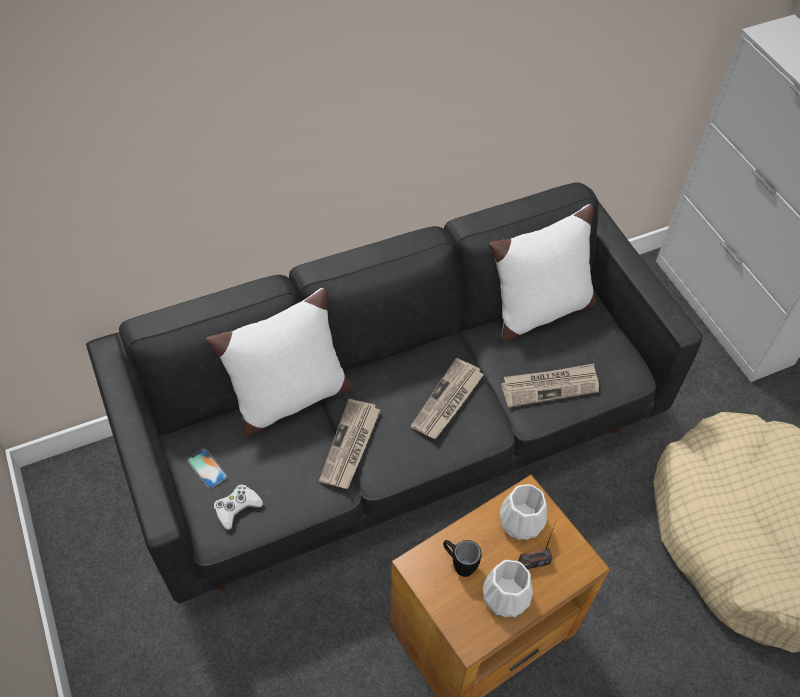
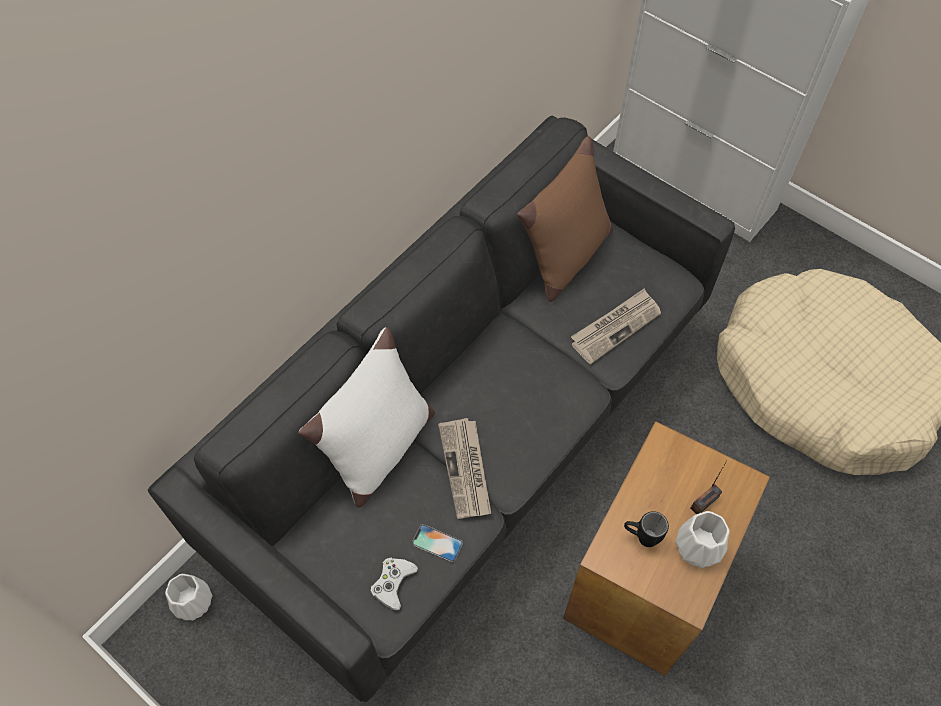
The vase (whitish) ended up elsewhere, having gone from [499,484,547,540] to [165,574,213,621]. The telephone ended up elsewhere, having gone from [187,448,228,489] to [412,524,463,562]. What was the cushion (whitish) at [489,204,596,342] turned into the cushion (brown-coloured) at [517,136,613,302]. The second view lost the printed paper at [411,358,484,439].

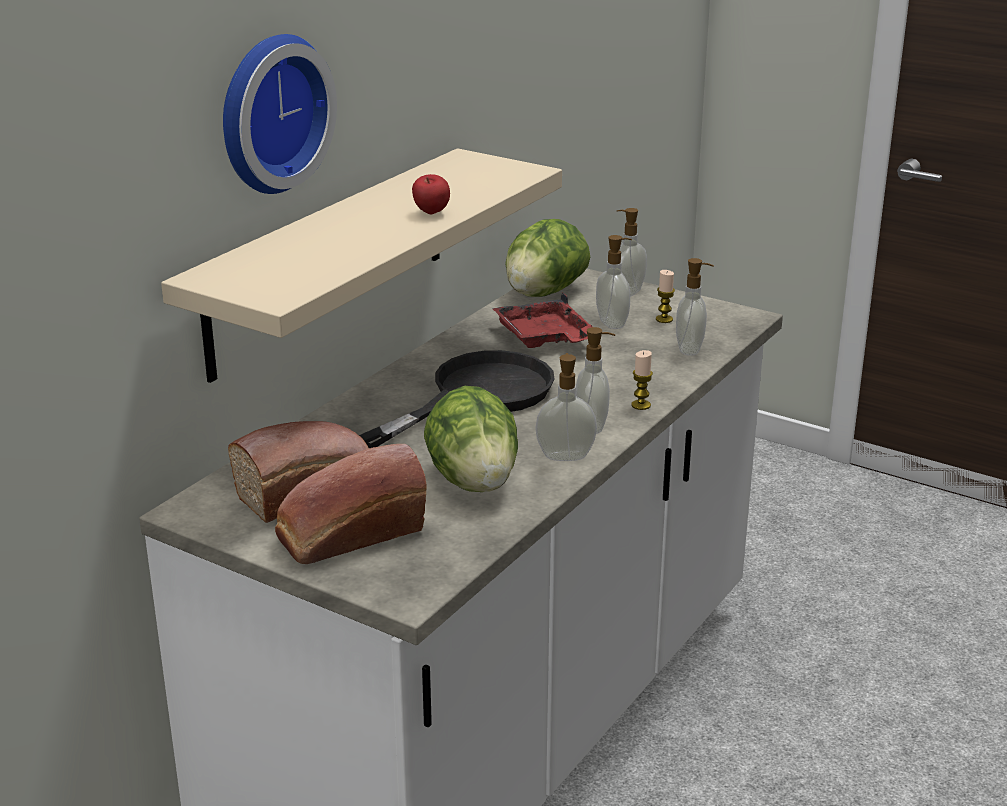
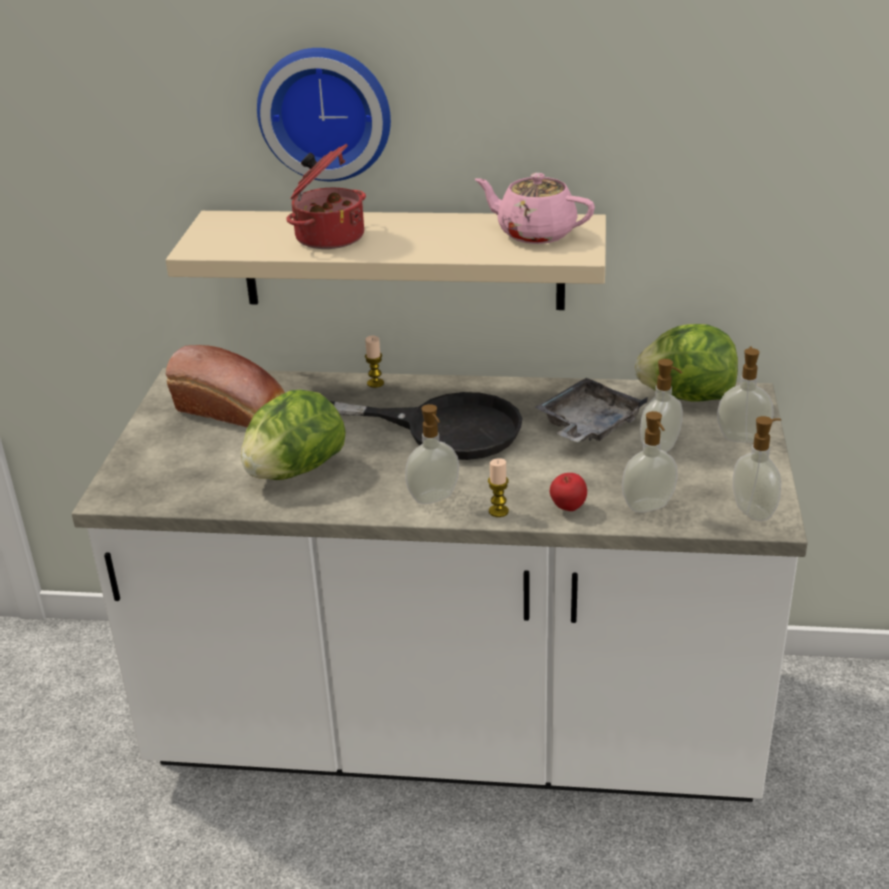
The second view gained the saucepot at [286,144,366,249]. The wax light ended up elsewhere, having gone from [656,270,675,323] to [365,335,384,388]. The second view gained the pot for tea (pink-coloured) at [475,173,595,244]. What was the tray (red) at [492,292,593,348] turned into the tray (grey) at [535,378,648,442]. The apple fruit ended up elsewhere, having gone from [412,174,450,215] to [550,473,587,511]. The liquid soap bottle ended up elsewhere, having gone from [535,353,597,461] to [733,416,781,521]. The second view lost the baked bread at [275,444,427,564].

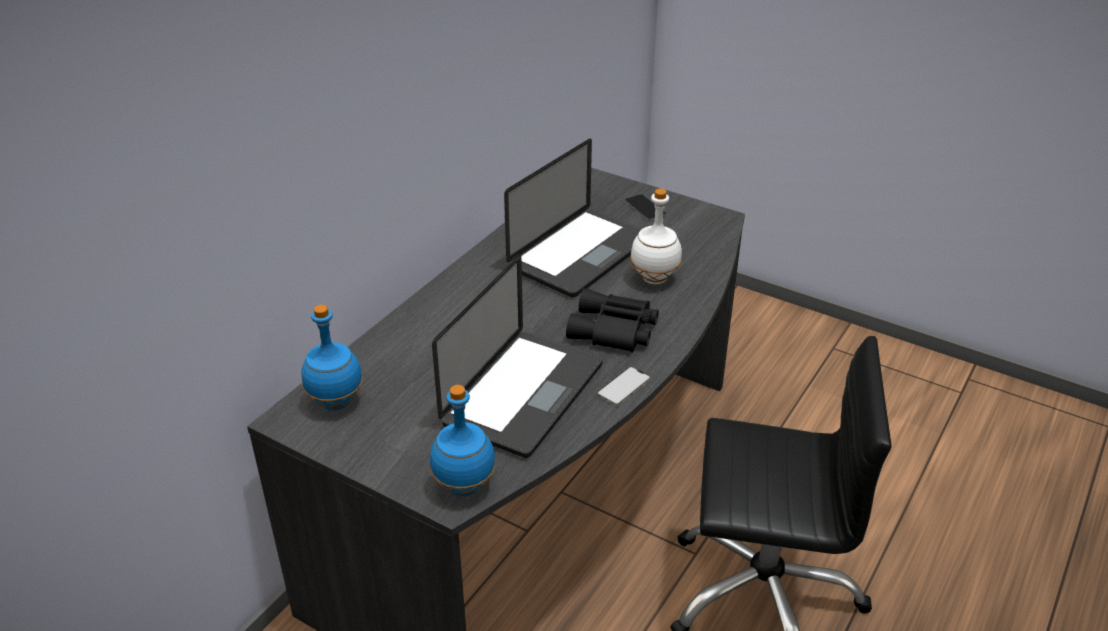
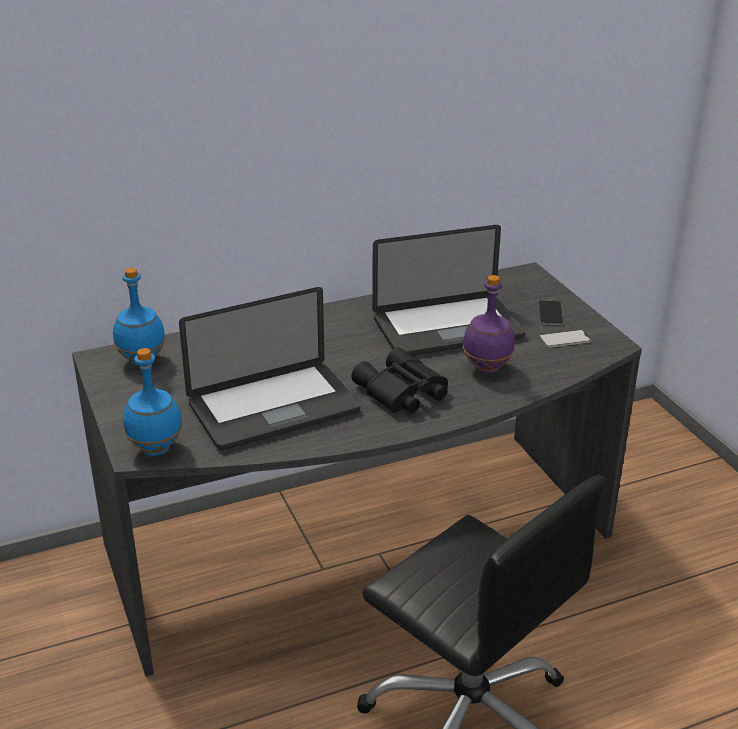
What was the beverage bottle (whitish) at [630,189,682,284] turned into the beverage bottle (purple-coloured) at [462,275,515,374]. The telephone ended up elsewhere, having gone from [596,366,652,406] to [538,329,592,348].

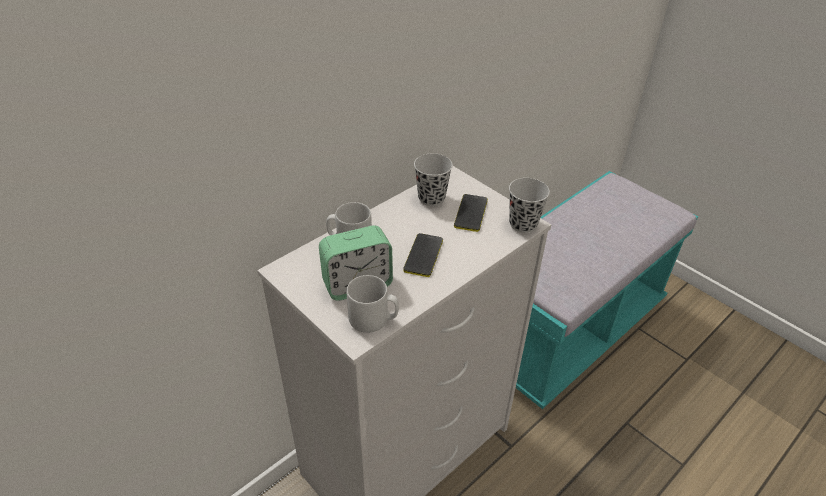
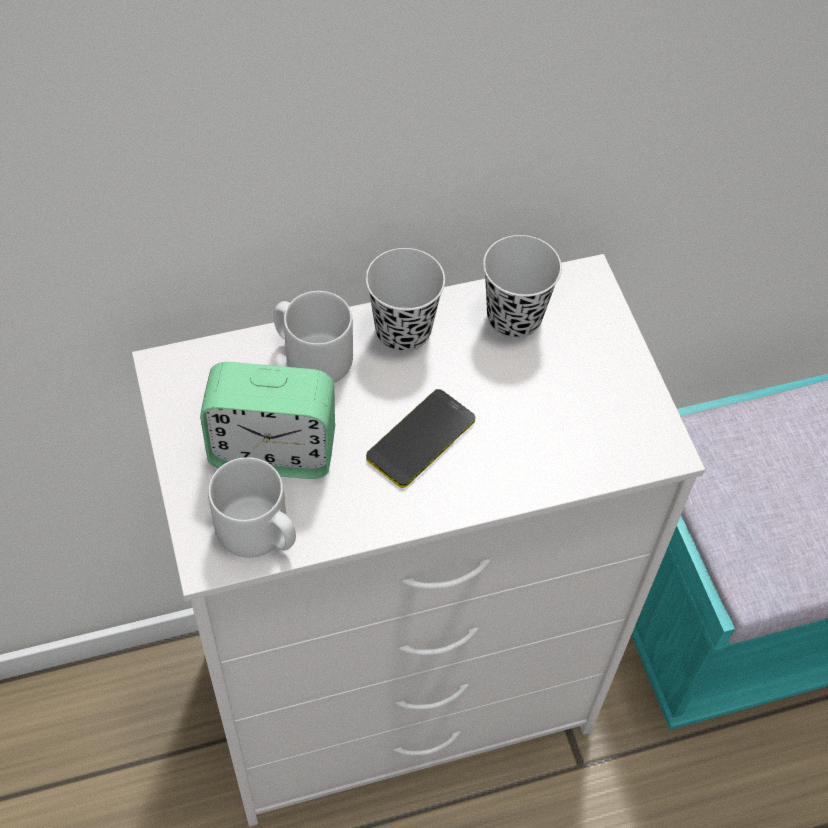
The drinking cup (blackish) ended up elsewhere, having gone from [509,178,550,233] to [366,248,445,352]. The second view lost the telephone at [454,194,488,232].

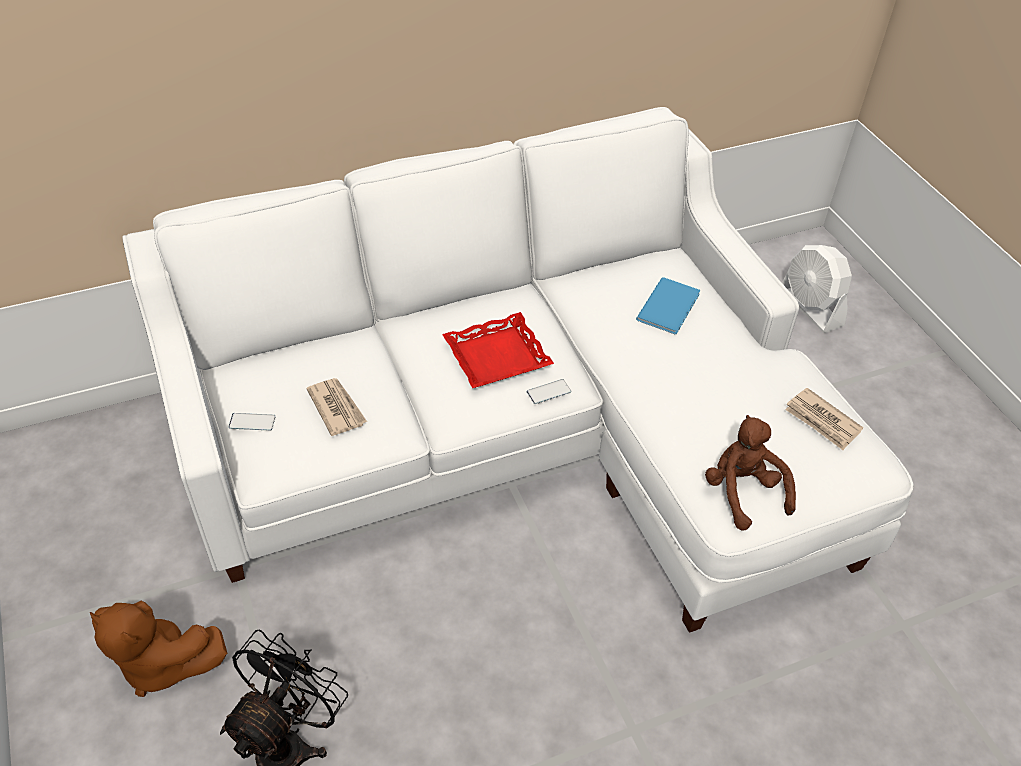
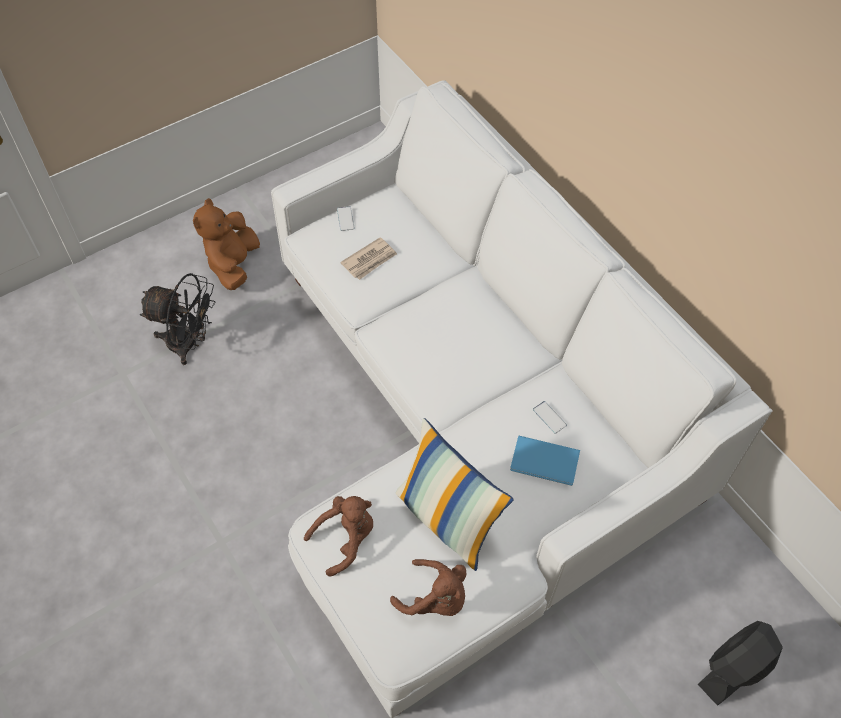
Where the printed paper stood at [785,388,863,450], the soft toy (brown-coloured) came to stand at [390,559,467,616]. The second view gained the cushion at [395,418,513,571]. The telephone ended up elsewhere, having gone from [527,379,571,404] to [533,401,567,434]. What was the fan (whitish) at [782,245,852,333] turned into the fan (blackish) at [698,621,783,706]. The second view lost the tray (red) at [442,312,554,388].

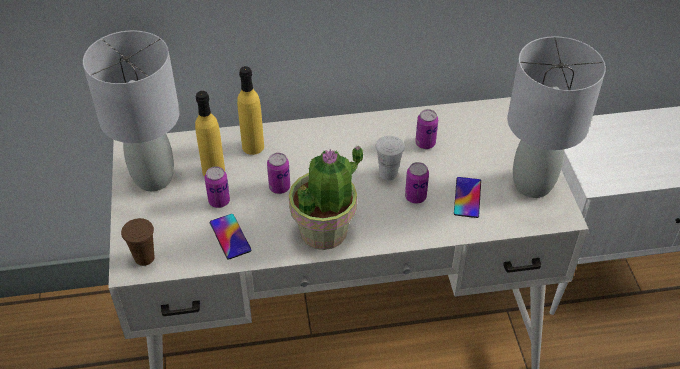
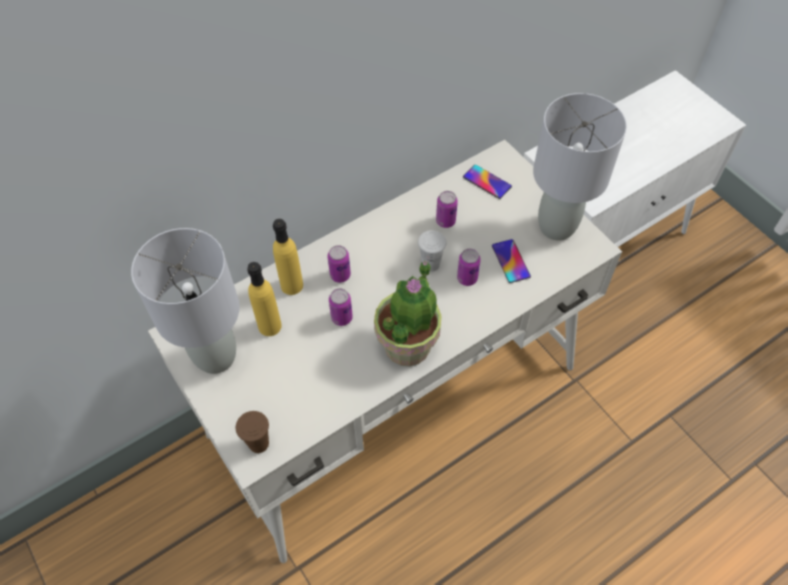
The sealed can ended up elsewhere, having gone from [205,166,230,208] to [328,245,351,283]. The telephone ended up elsewhere, having gone from [210,214,252,260] to [463,165,512,199].

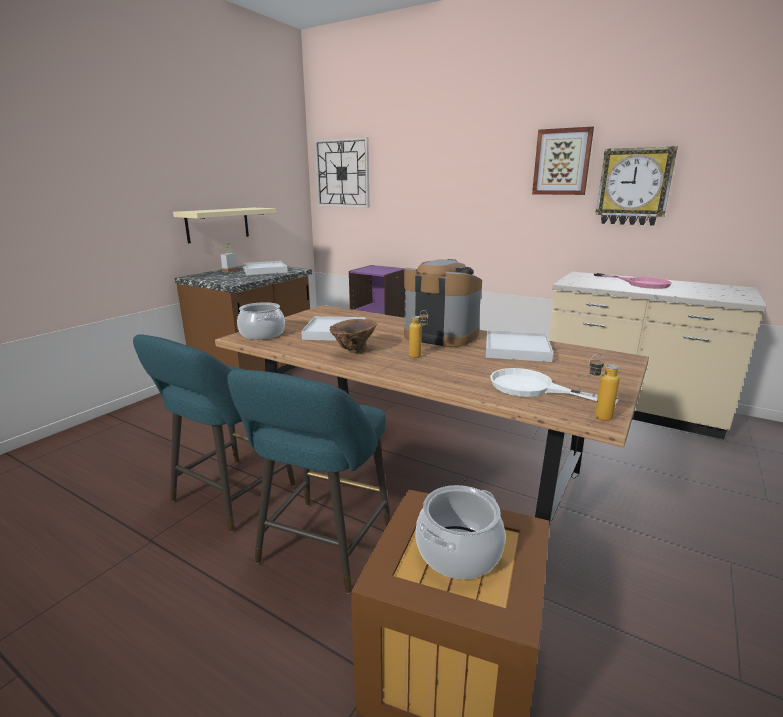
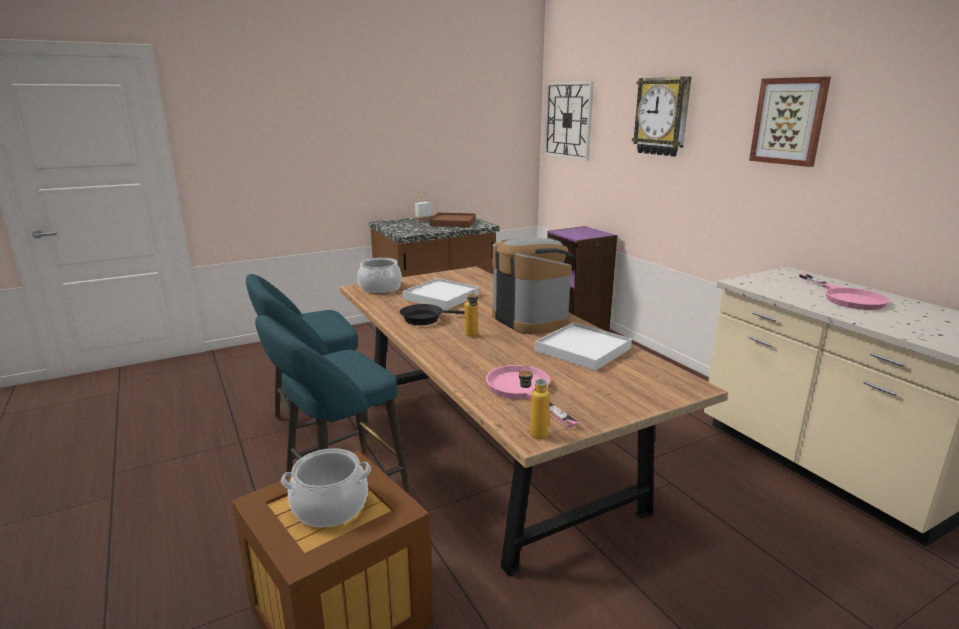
Where the vase (brown-coloured) stood at [329,319,377,353], the skillet (blackish) came to stand at [400,304,464,325]. What was the tray (whitish) at [242,261,288,275] turned into the tray (brown-coloured) at [429,213,476,227]. What was the skillet (whitish) at [490,368,618,405] turned into the skillet (pink-coloured) at [486,365,578,428]. The hanging clock ended up elsewhere, having gone from [596,146,678,226] to [632,77,691,157]. The second view lost the wall shelf (beige-coloured) at [173,208,276,244].

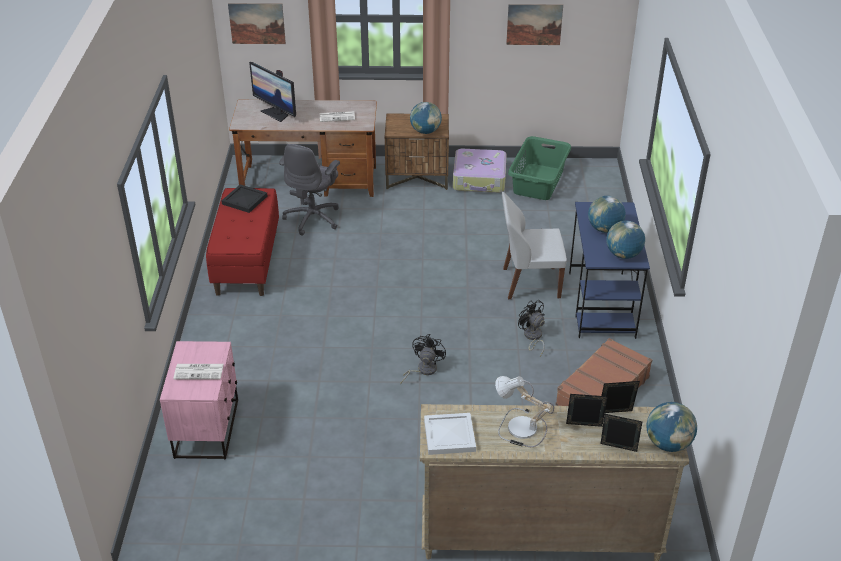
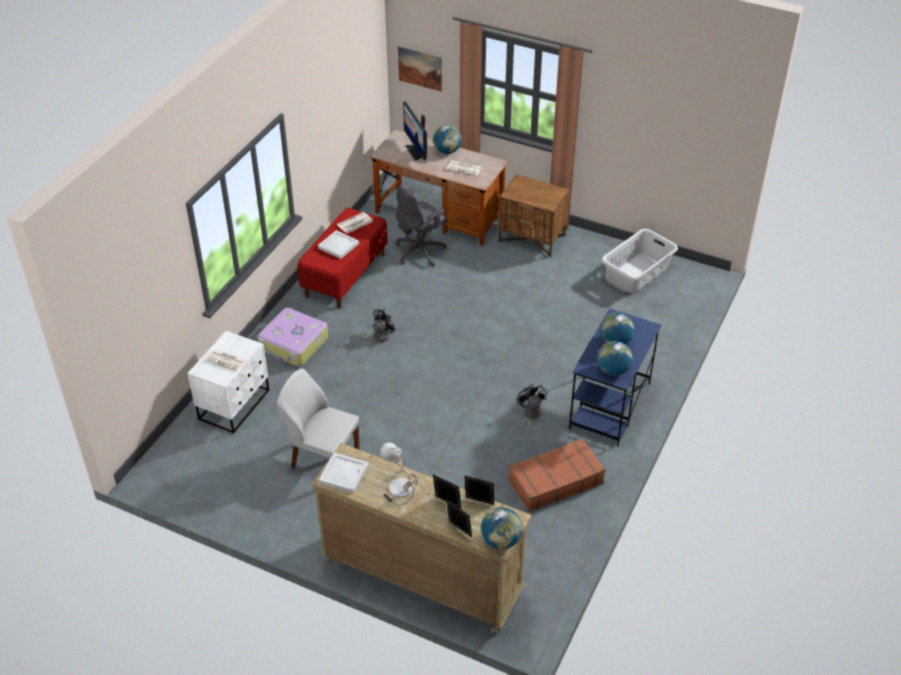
What was the bedside table (pink-coloured) at [160,341,238,460] turned into the bedside table (whitish) at [187,331,269,434]. The piece of luggage ended up elsewhere, having gone from [453,149,507,193] to [257,308,328,366]. The plain chair (whitish) ended up elsewhere, having gone from [502,192,567,299] to [277,369,360,469]. The second view gained the tray (whitish) at [318,230,359,259]. Where the tray (blackish) stood at [221,184,267,213], the printed paper came to stand at [337,212,373,233]. The fan (blackish) ended up elsewhere, having gone from [400,334,446,384] to [353,309,396,342]. The world globe ended up elsewhere, having gone from [410,102,442,134] to [433,125,462,154]. What was the washing basket (green) at [508,136,571,200] turned into the washing basket (grey) at [601,229,678,294]. The second view lost the wall picture at [506,4,563,45].

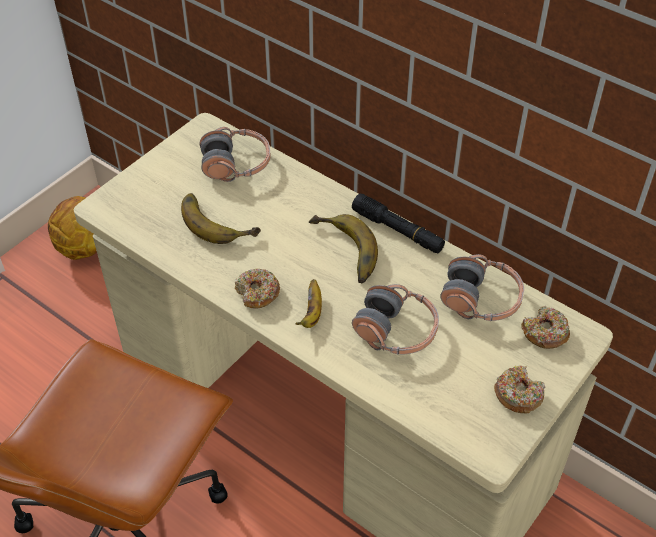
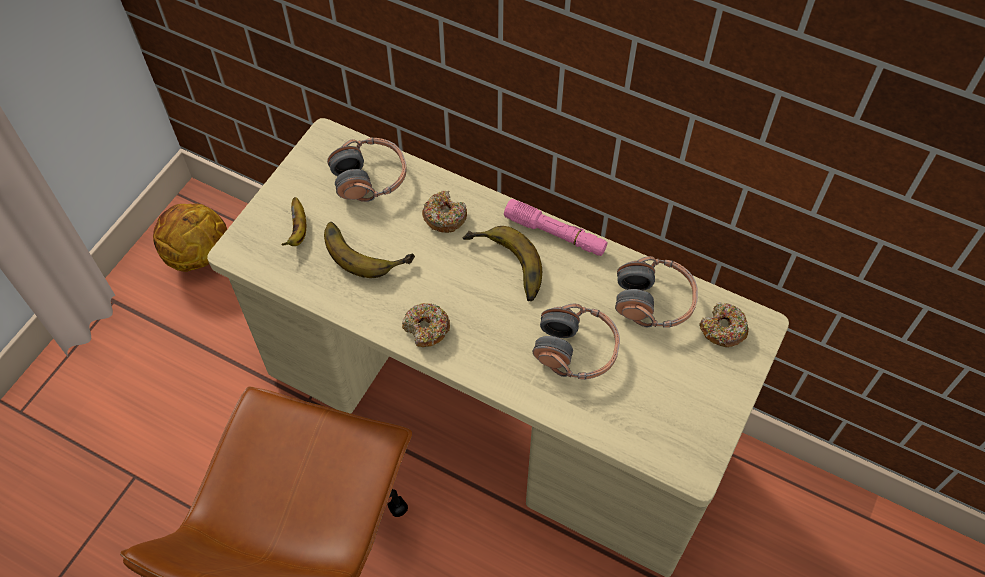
The whole banana ended up elsewhere, having gone from [295,279,322,328] to [282,197,306,246]. The ring doughnut ended up elsewhere, having gone from [494,365,545,414] to [422,191,467,233]. What was the torch (blackish) at [352,193,445,254] turned into the torch (pink-coloured) at [504,199,607,256].

